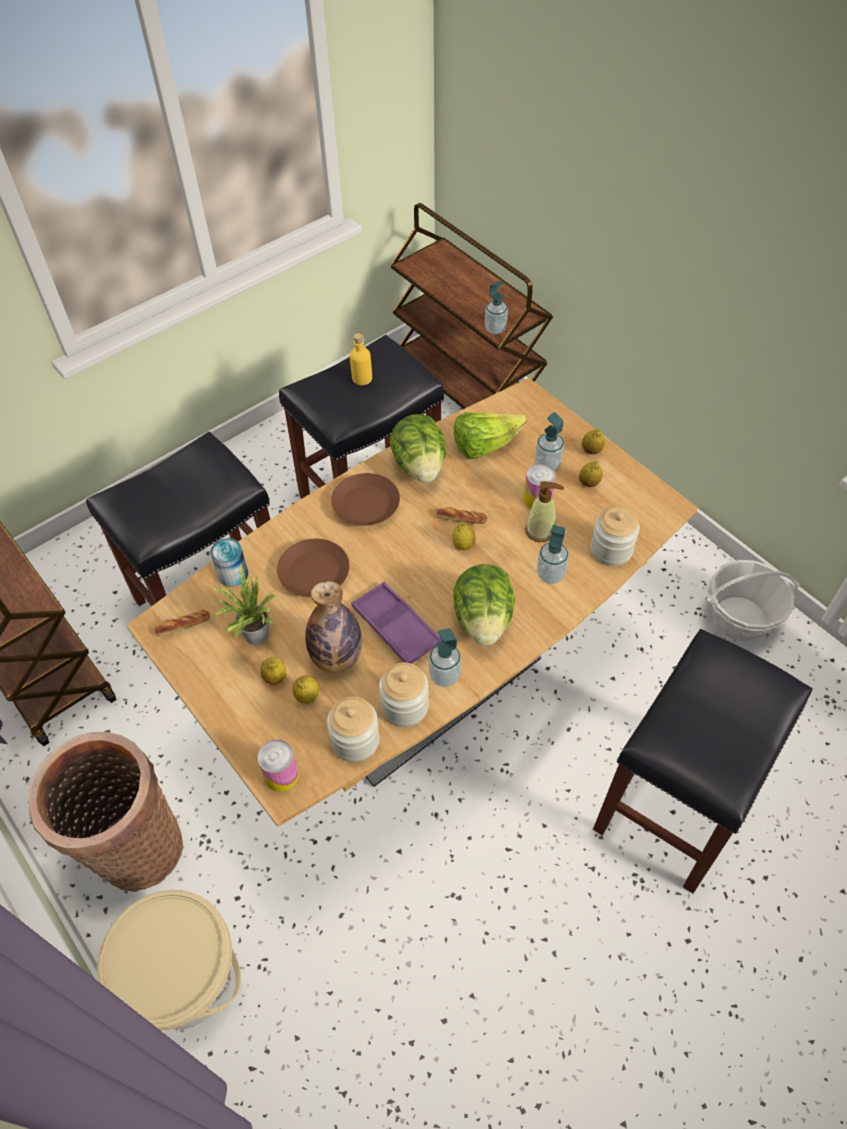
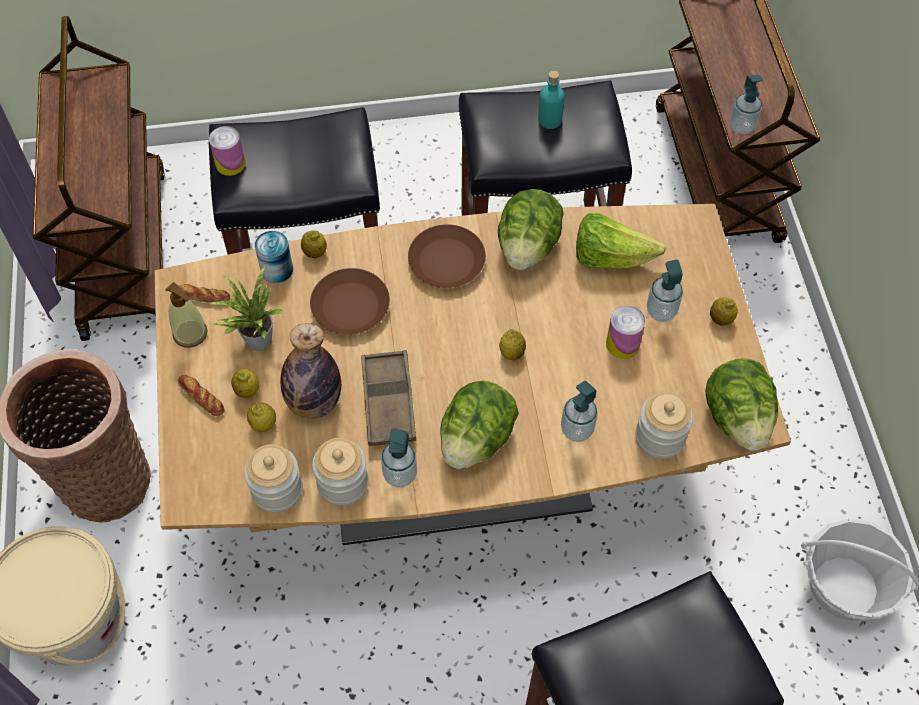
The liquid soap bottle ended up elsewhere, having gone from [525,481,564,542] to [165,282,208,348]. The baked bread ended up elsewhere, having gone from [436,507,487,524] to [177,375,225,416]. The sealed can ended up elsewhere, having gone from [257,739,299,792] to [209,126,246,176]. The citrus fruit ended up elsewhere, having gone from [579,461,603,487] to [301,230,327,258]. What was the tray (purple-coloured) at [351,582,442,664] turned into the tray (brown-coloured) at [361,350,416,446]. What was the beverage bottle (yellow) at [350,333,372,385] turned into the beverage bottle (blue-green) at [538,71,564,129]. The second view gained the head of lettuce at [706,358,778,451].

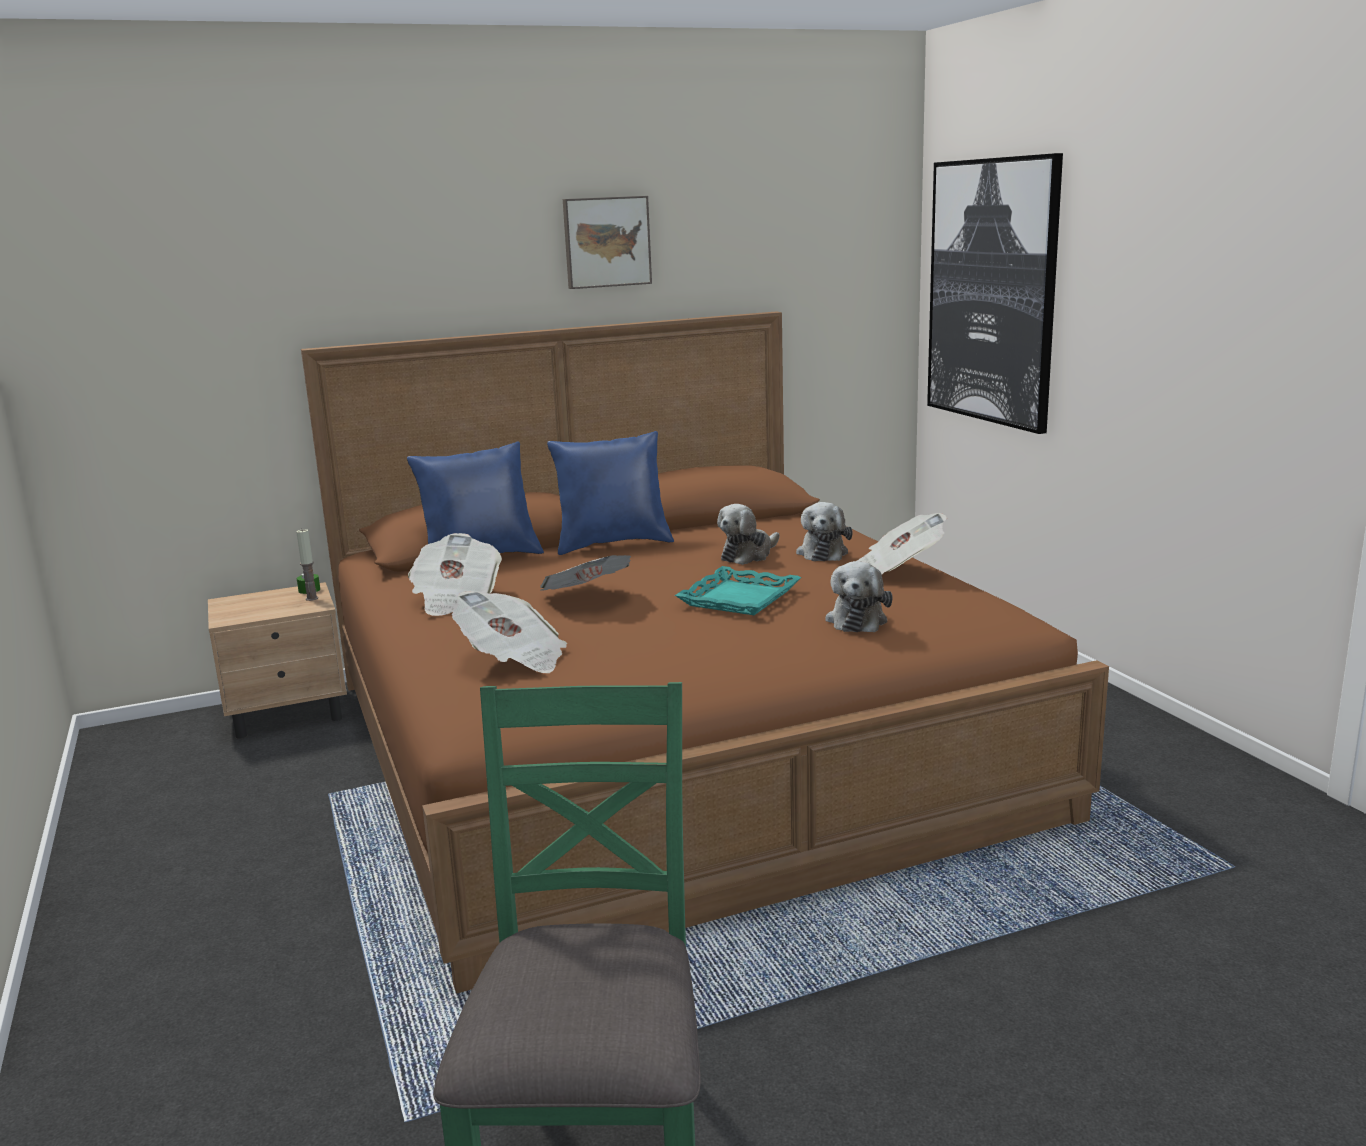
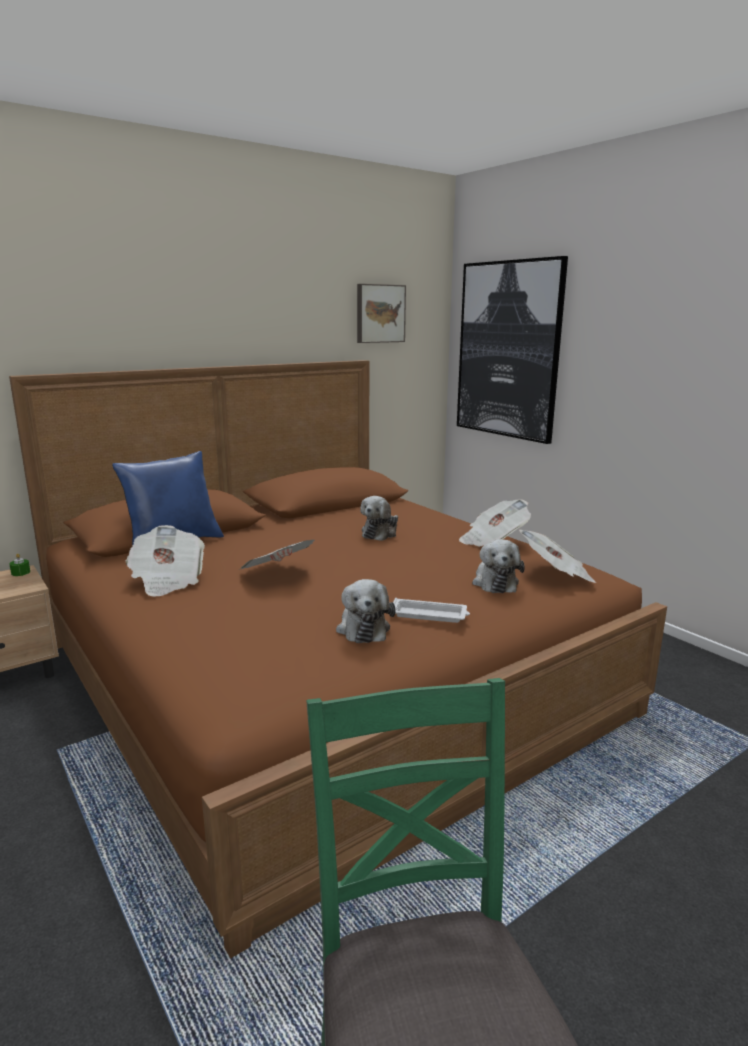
The soft toy ended up elsewhere, having gone from [796,502,853,561] to [336,579,396,643]. The wall picture ended up elsewhere, having gone from [563,196,652,289] to [357,284,406,343]. The second view gained the tray (whitish) at [393,598,470,623]. The printed paper ended up elsewhere, having gone from [452,591,567,673] to [519,530,597,583]. The second view lost the wax light at [296,529,318,601]. The second view lost the cushion (blue-coloured) at [547,431,674,555]. The second view lost the tray (blue-green) at [675,566,801,615].

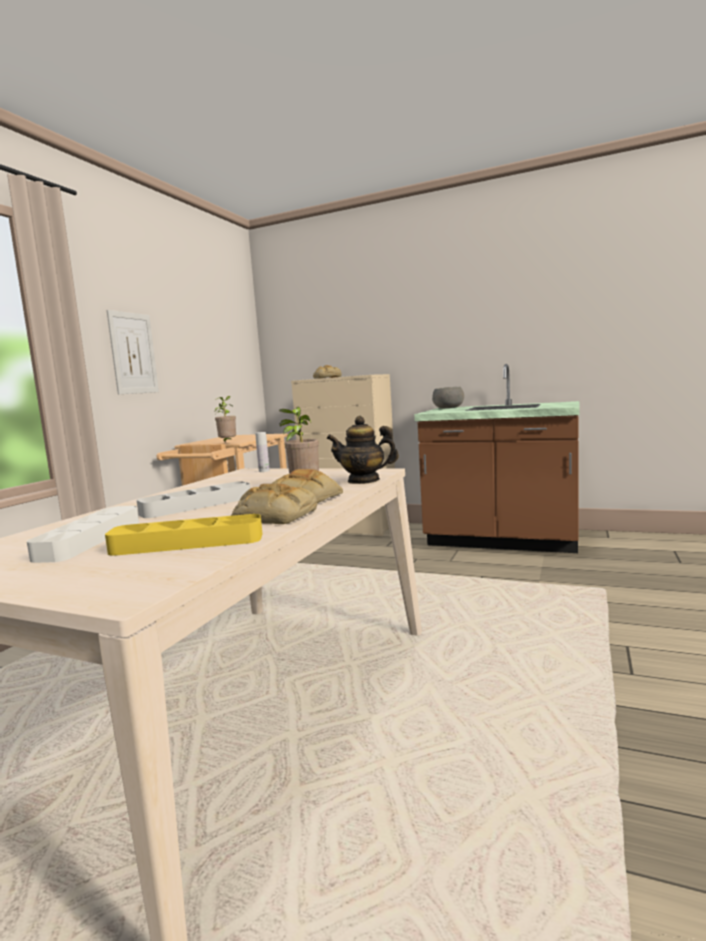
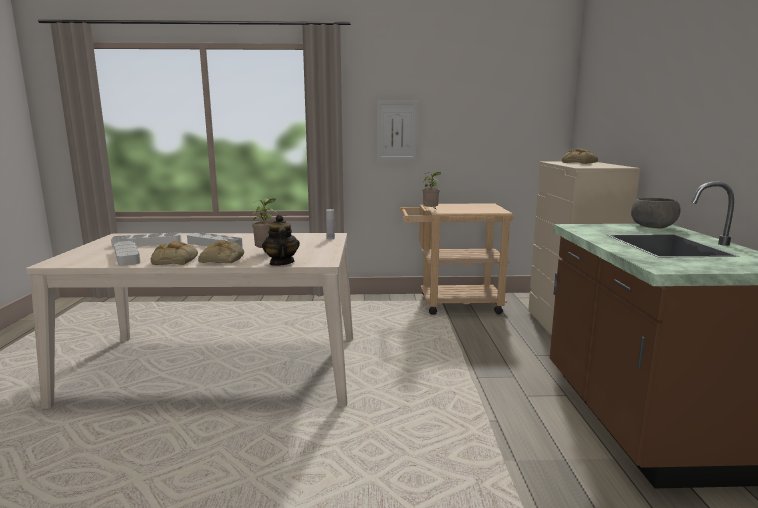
What was the tray (yellow) at [105,514,262,556] turned into the tray (grey) at [114,241,141,266].

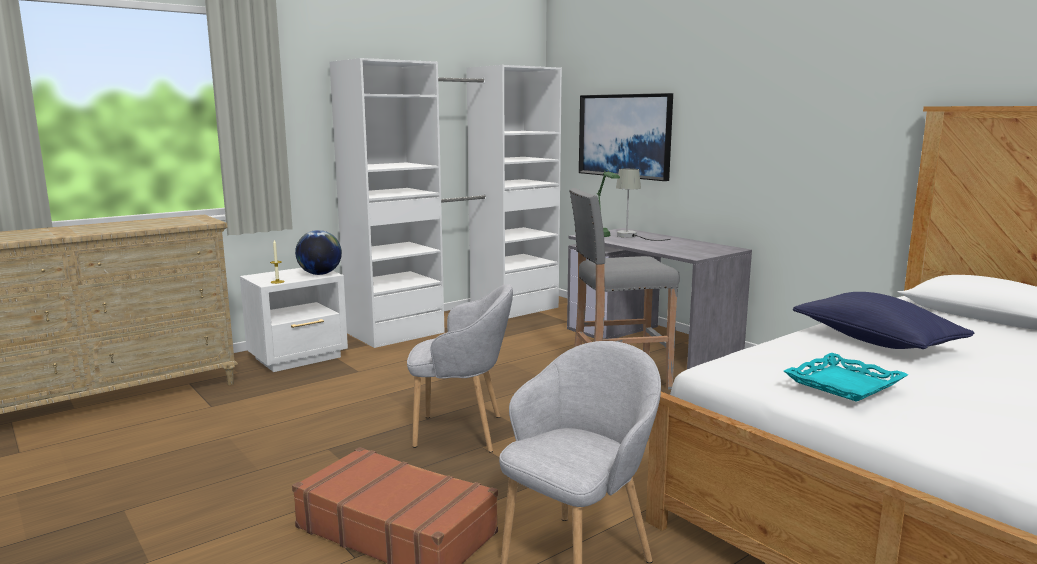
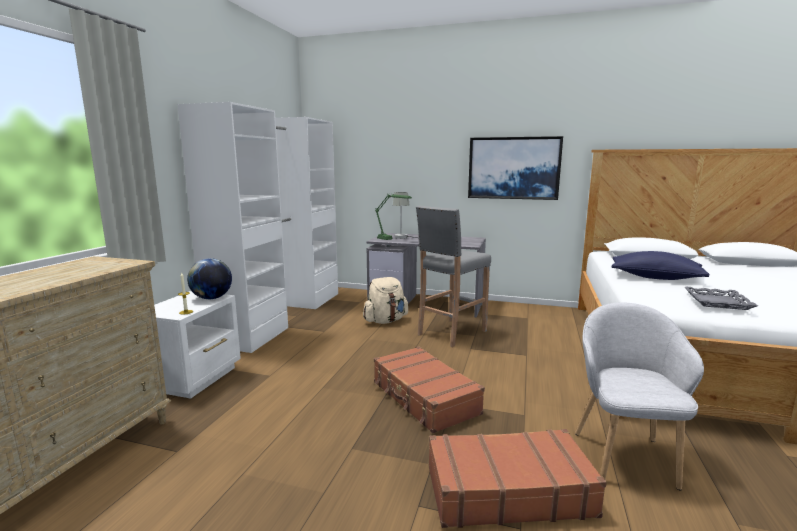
The second view gained the knapsack (beige-coloured) at [363,277,408,324]. Where the easy chair (grey) stood at [407,284,513,453], the piece of luggage (brown-coloured) came to stand at [374,346,485,434]. The wall picture ended up elsewhere, having gone from [579,93,673,181] to [468,136,563,200]. What was the tray (blue-green) at [784,353,908,402] turned into the tray (grey) at [685,287,758,310].

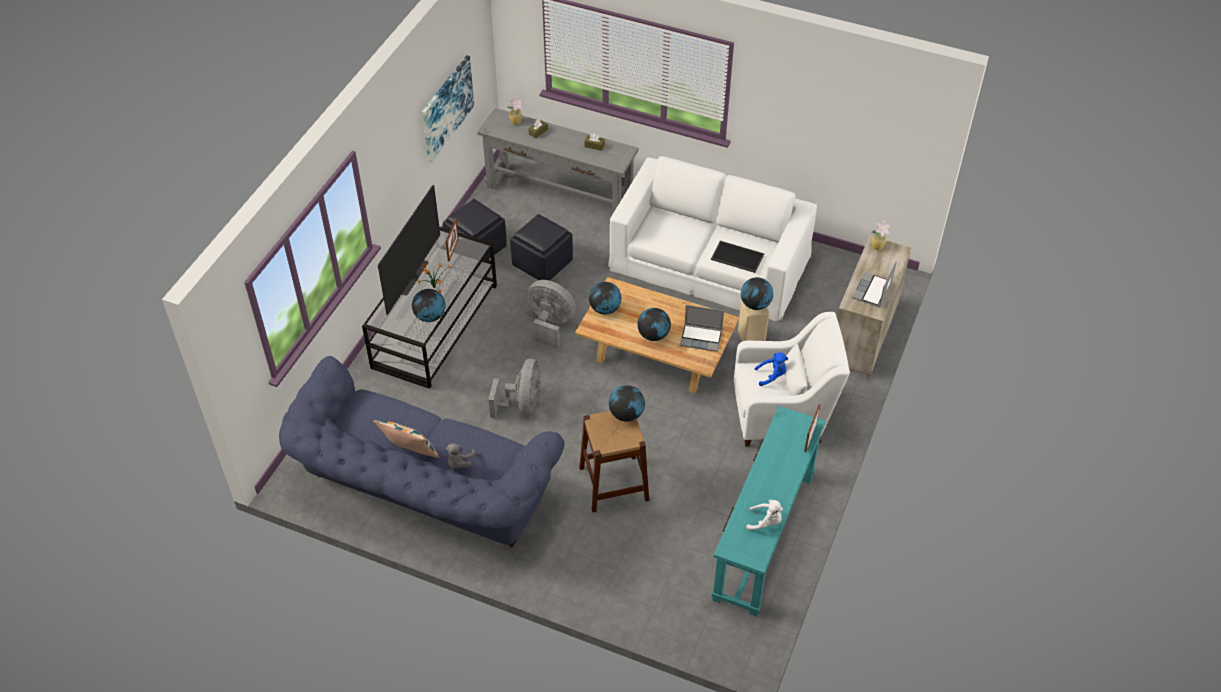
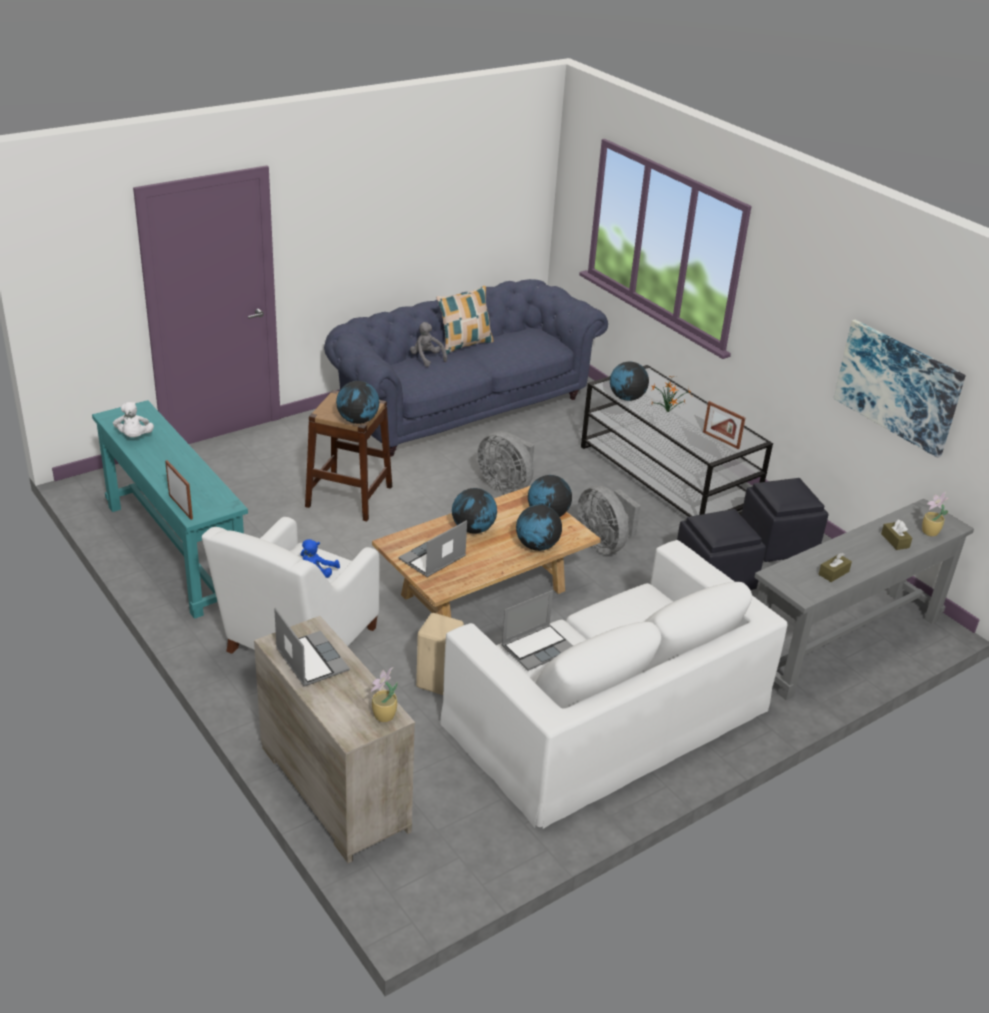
The soft toy (whitish) at [746,500,783,530] ended up facing another way, 60 degrees counterclockwise from before. Where the tray stood at [711,241,764,273], the laptop came to stand at [501,590,573,671]. The world globe ended up elsewhere, having gone from [741,277,773,310] to [516,504,562,551]. The fan (grey) at [527,280,576,349] ended up facing another way, 90 degrees clockwise from before. The second view lost the television at [378,185,440,315].

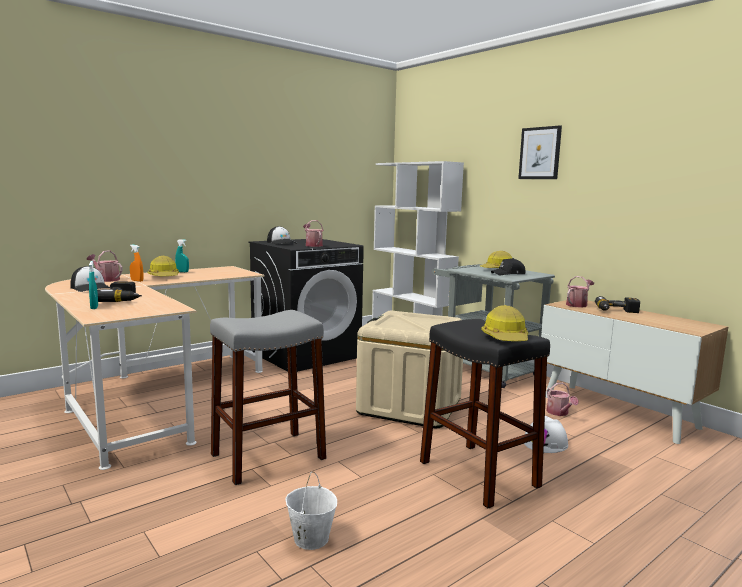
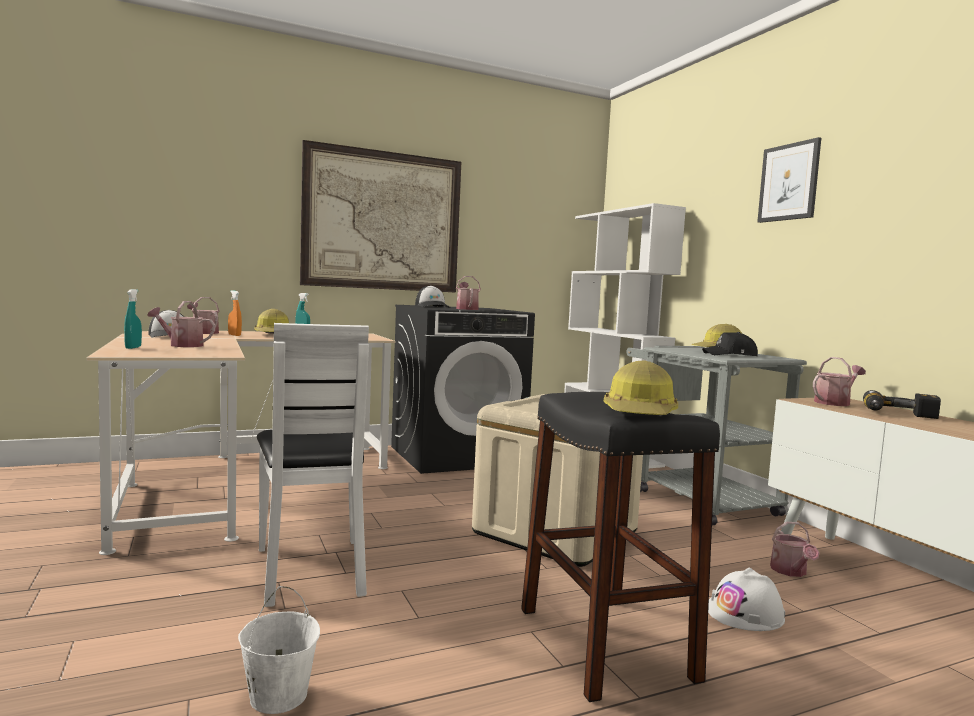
Where the drill stood at [97,282,142,302], the watering pot came to stand at [147,301,216,347]. Where the stool seat (grey) stood at [210,310,326,485], the plain chair (whitish) came to stand at [257,323,369,607]. The second view gained the wall picture at [300,140,461,293].

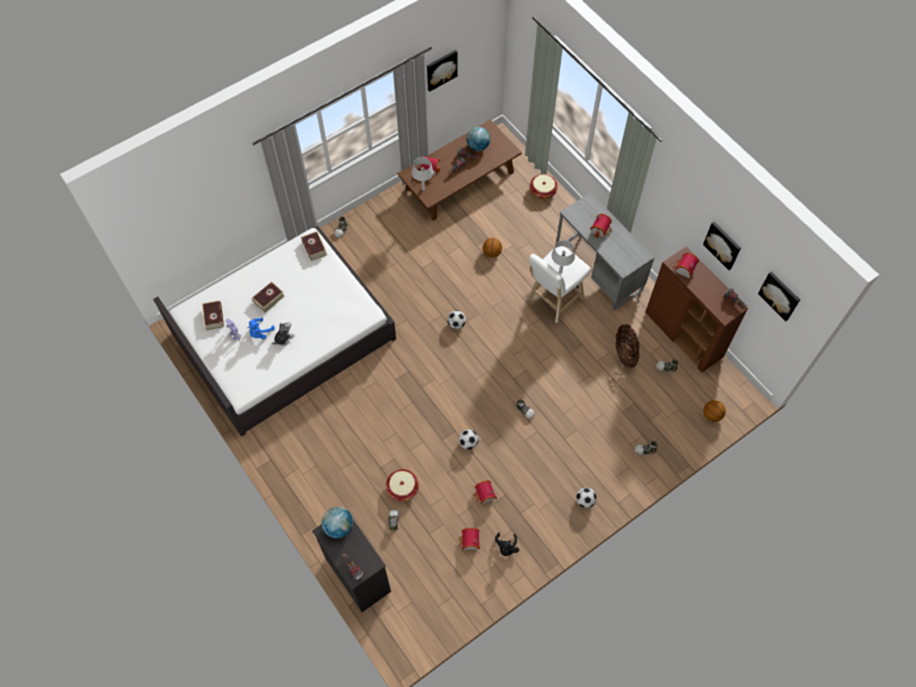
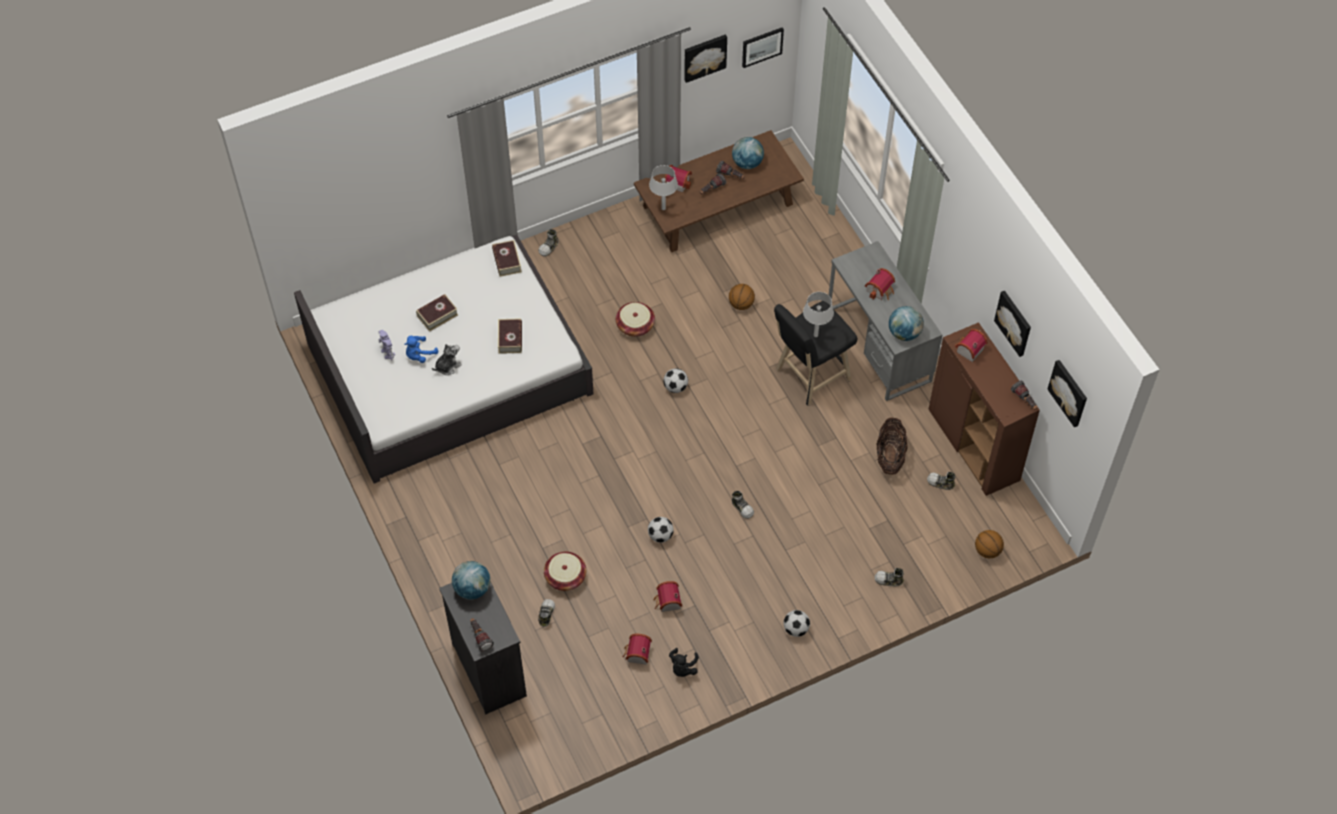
The book ended up elsewhere, having gone from [202,300,224,330] to [498,318,522,354]. The basket ended up elsewhere, having gone from [530,174,558,199] to [616,302,655,337]. The second view gained the wall picture at [742,27,784,68]. What was the stool seat (whitish) at [528,246,591,323] turned into the stool seat (blackish) at [774,301,858,406]. The second view gained the world globe at [889,306,924,341].

